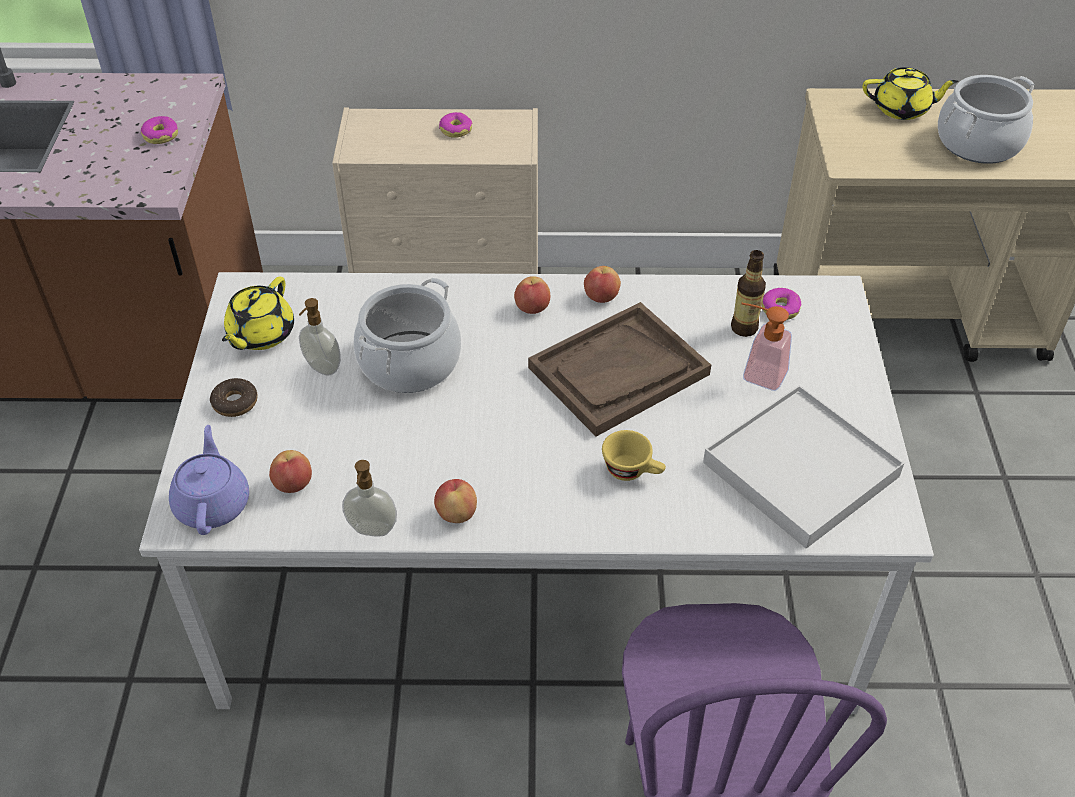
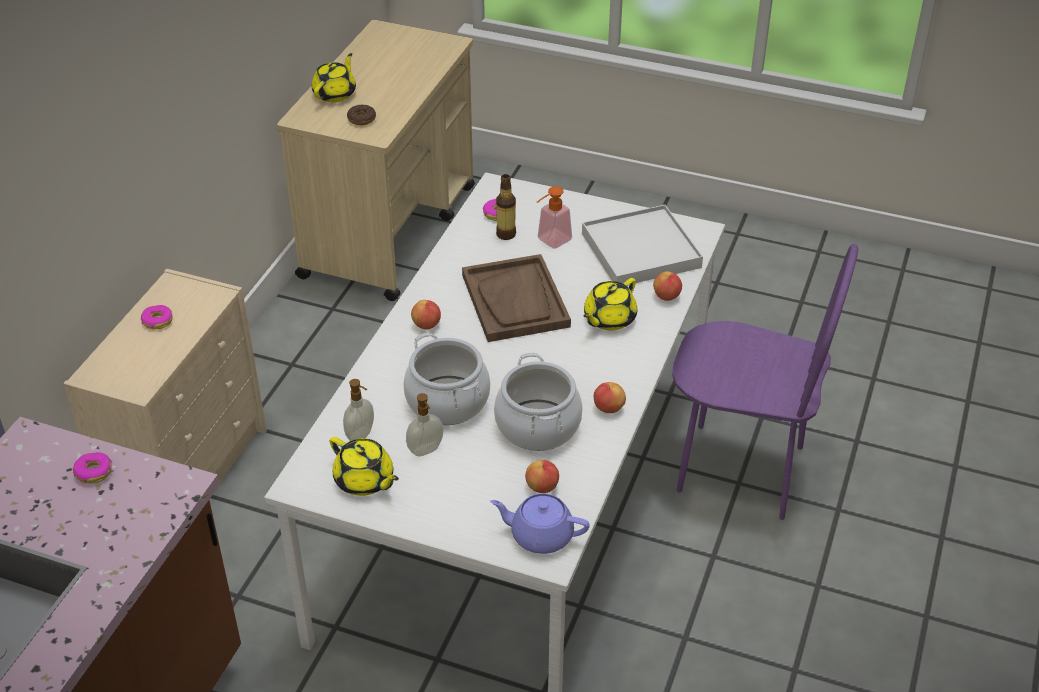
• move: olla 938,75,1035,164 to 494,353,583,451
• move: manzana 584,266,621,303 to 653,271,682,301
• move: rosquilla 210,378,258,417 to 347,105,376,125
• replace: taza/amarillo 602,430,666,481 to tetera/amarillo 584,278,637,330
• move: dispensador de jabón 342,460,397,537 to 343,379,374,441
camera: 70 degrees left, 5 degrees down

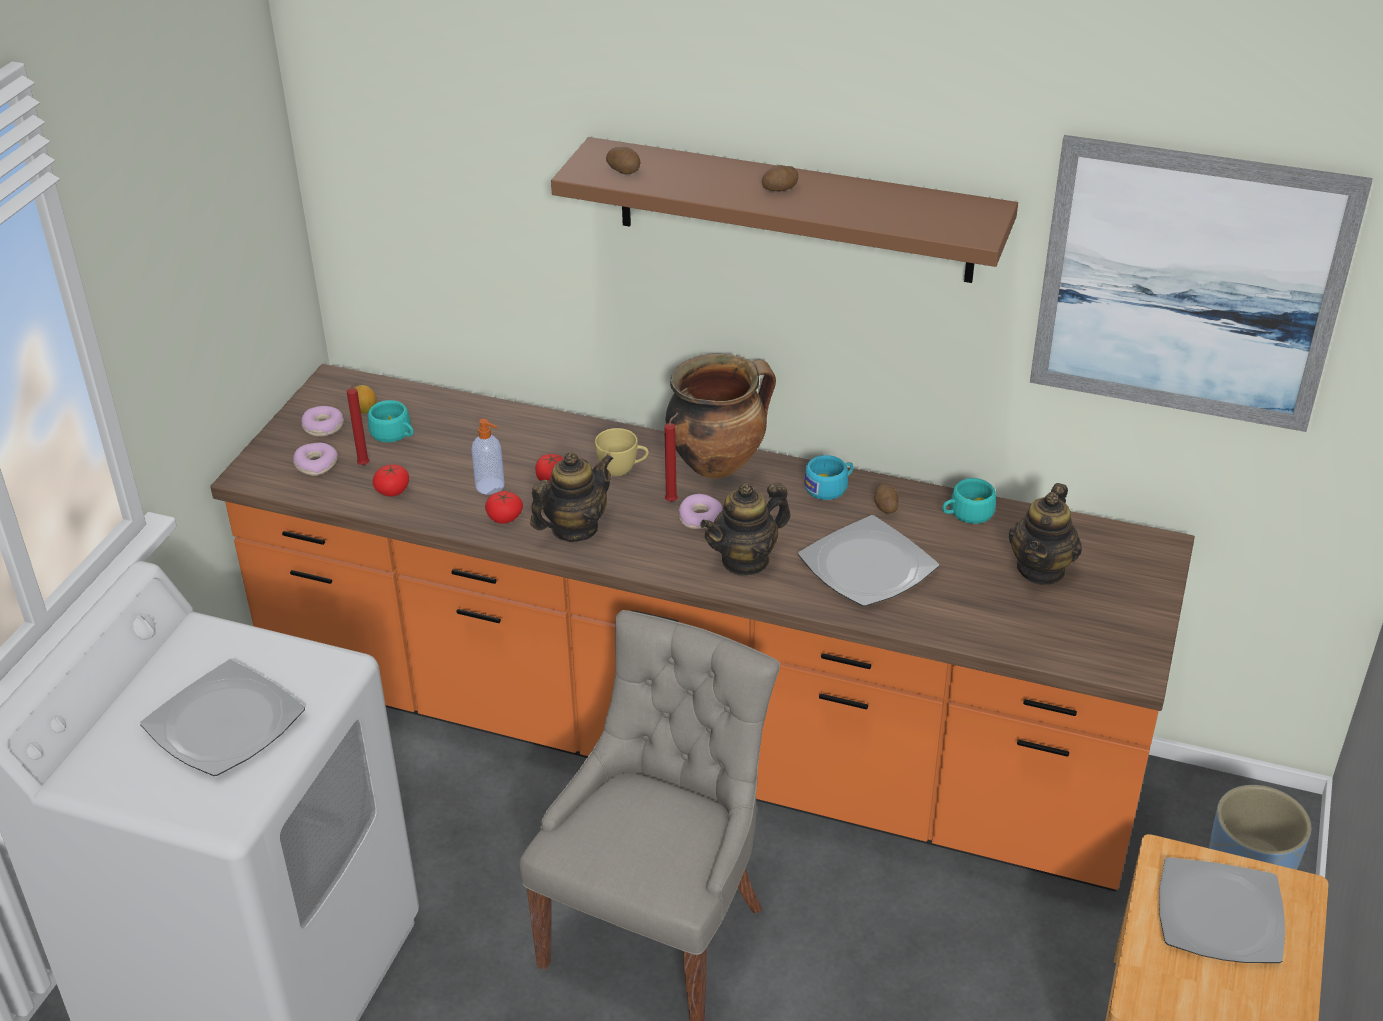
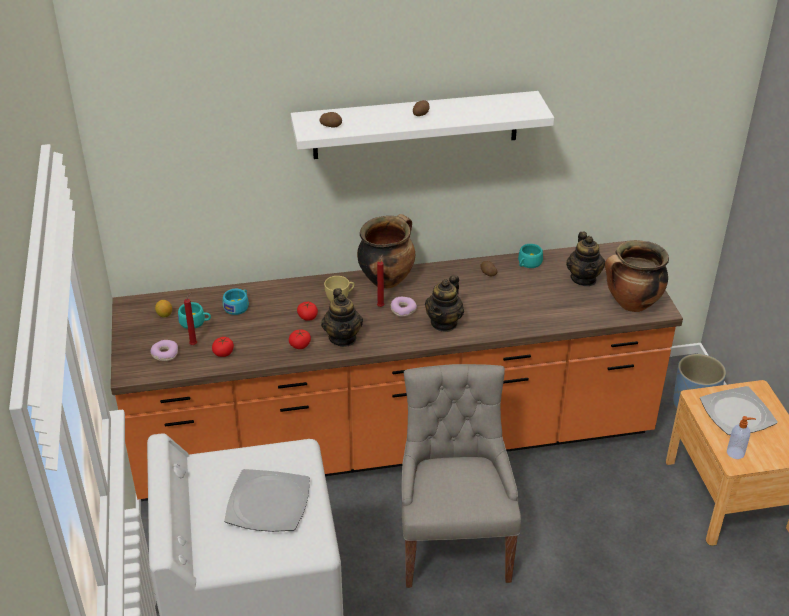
• delete: cuadro 1030,135,1373,432
• recolor: estante/marrón 551,137,1018,283 to estante/blanco 291,91,554,159
• delete: rosquilla 302,406,344,437
• move: dispensador de jabón 471,419,505,495 to 727,416,756,459
• rotate: tetera 530,452,614,541 = 321,288,363,347 150 degrees clockwise
• move: taza/turquesa 804,455,854,500 to 223,289,249,315
• delete: plato 798,515,939,607
• insert: olla 605,240,669,312
camera: 30 degrees left, 0 degrees up

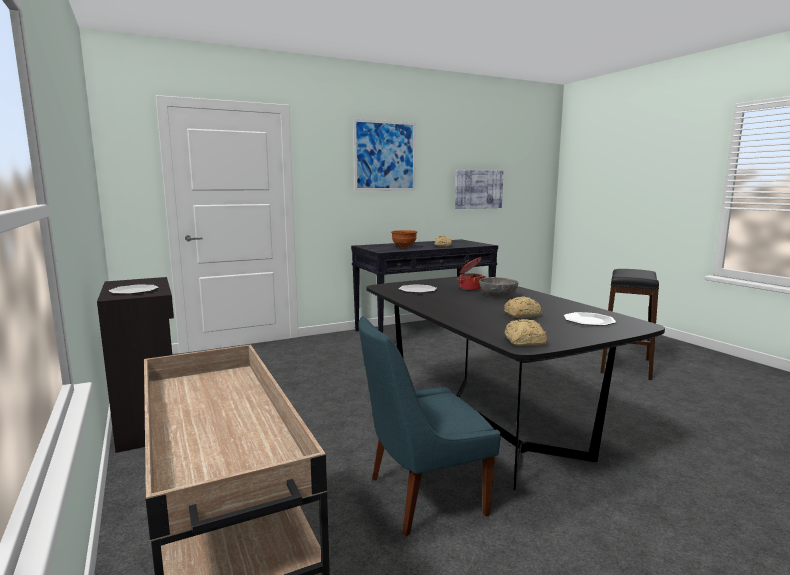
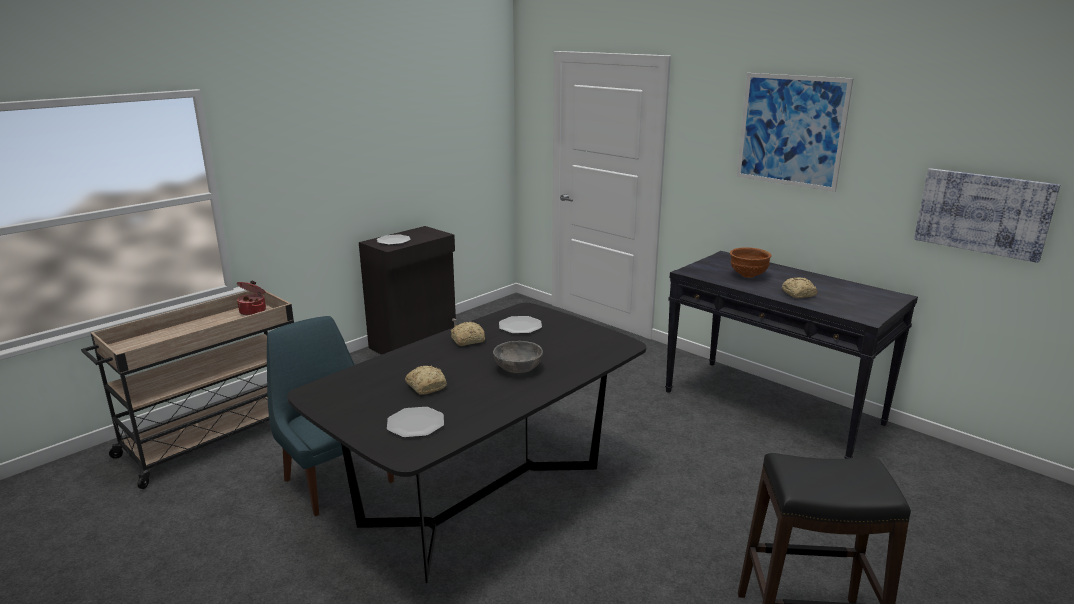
• move: olla 456,258,486,290 to 237,281,266,316
• move: pan 505,319,548,346 to 451,322,485,346
camera: 70 degrees right, 10 degrees up

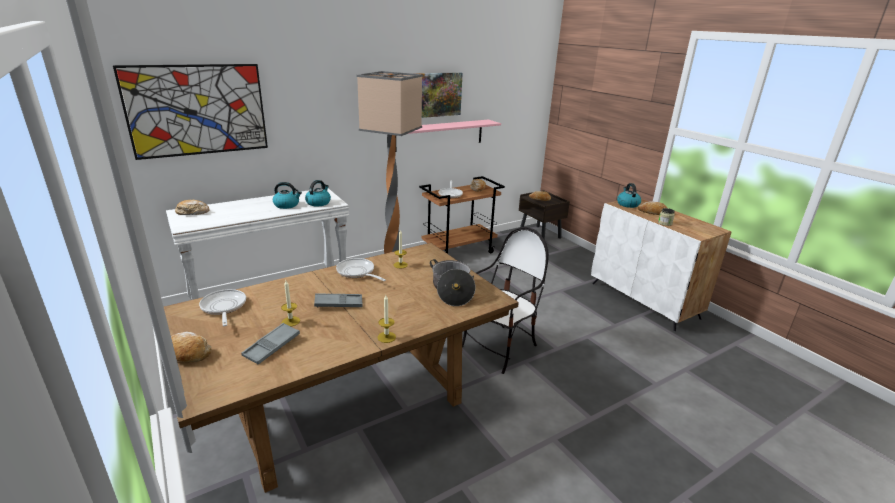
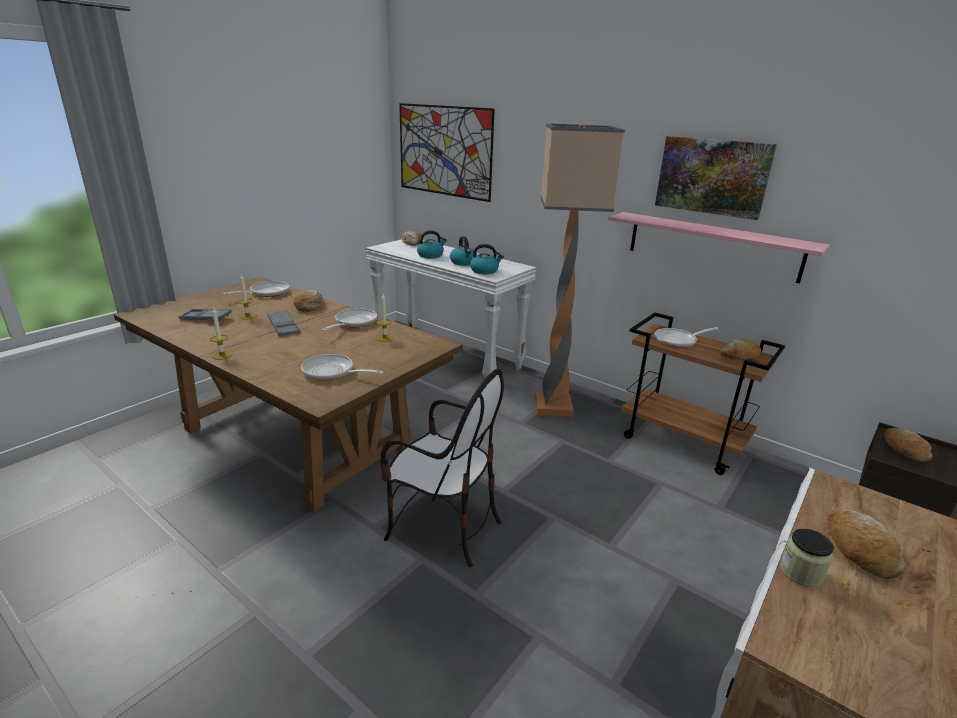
• move: hervidor 617,183,641,208 to 417,230,447,259
• replace: olla 430,259,476,306 to sartén 301,354,384,381
• move: pan 171,331,211,362 to 293,290,324,312
camera: 70 degrees right, 0 degrees up

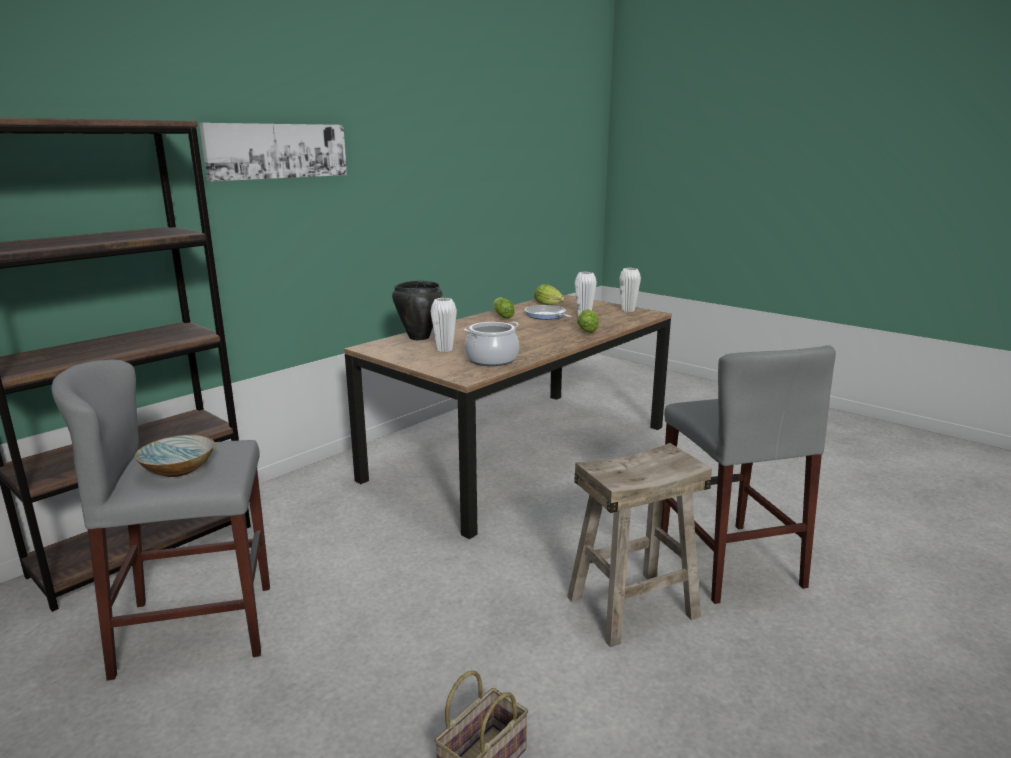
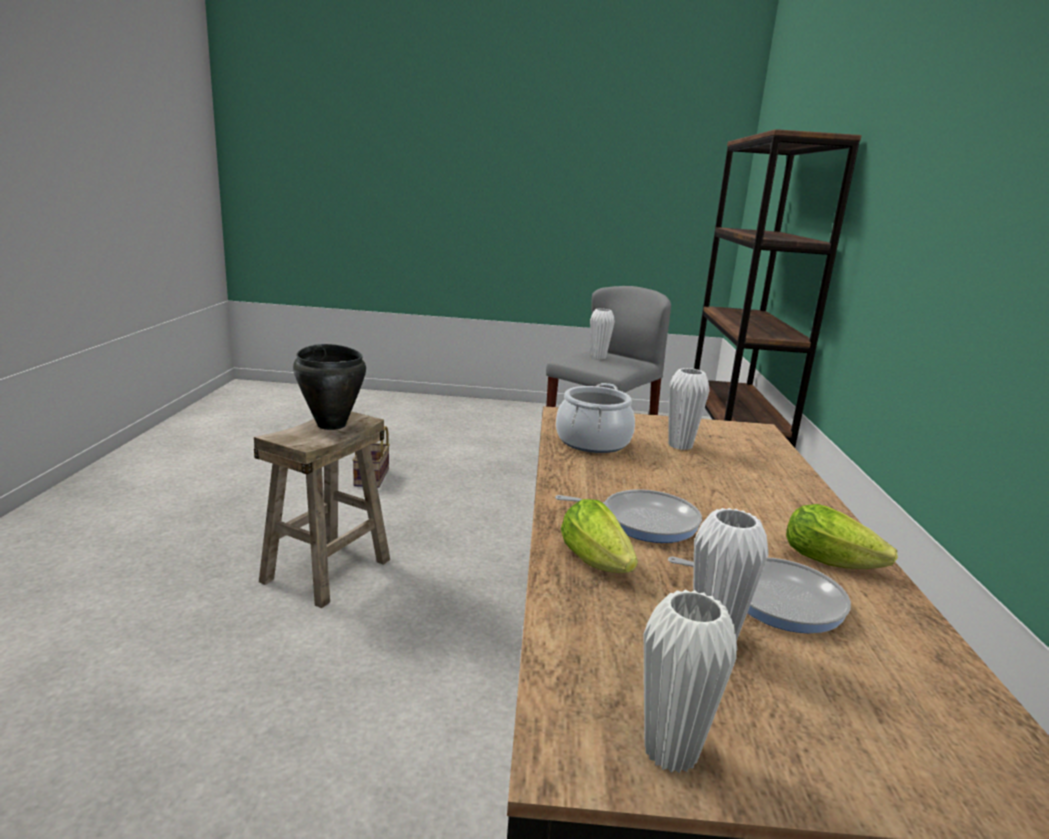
• delete: cuadro 199,123,347,182
• move: olla/negro 392,280,443,340 to 293,344,366,430
• delete: lechuga 534,284,564,305
• delete: taburete/gris 661,345,836,604
• replace: cuenco 135,435,215,477 to florero/blanco 590,308,615,359
• insert: sartén 555,489,702,543
camera: 140 degrees right, 0 degrees up

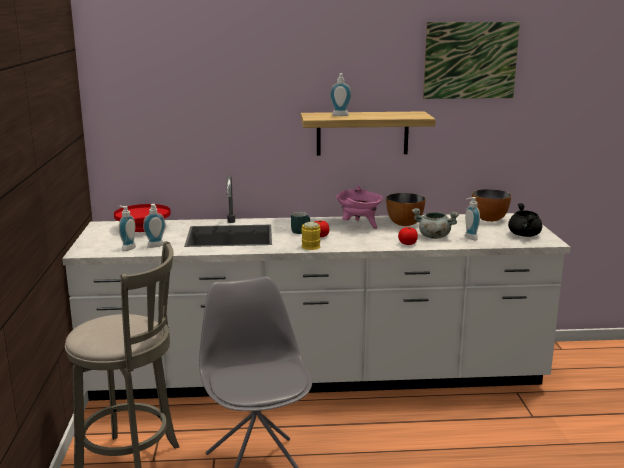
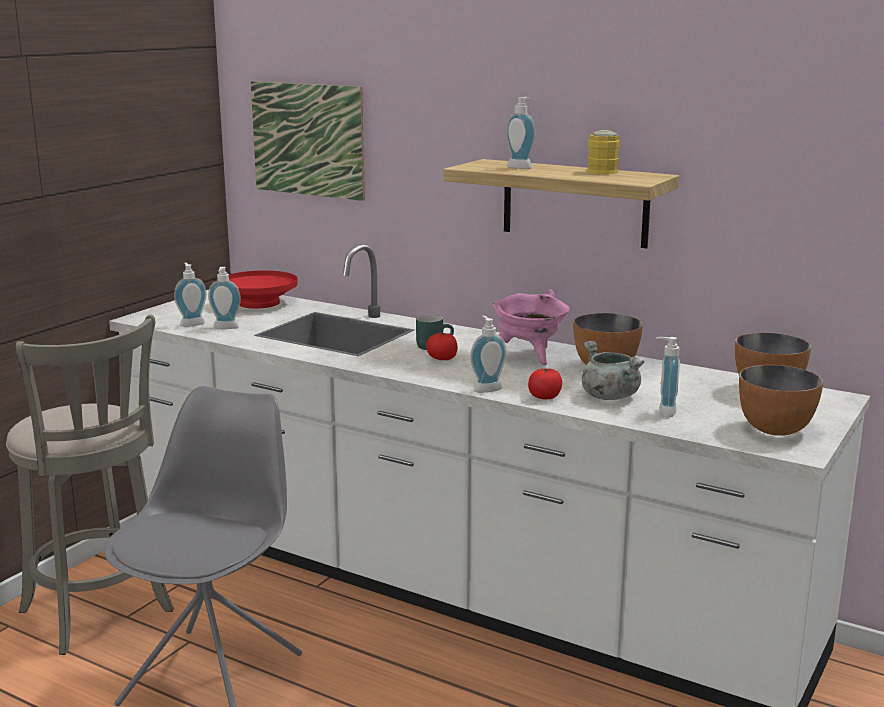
• move: cuadro 423,22,520,99 to 251,81,365,201
• replace: olla/negro 508,203,542,237 to cuenco 739,365,823,436
• move: taza grande/amarillo 301,222,321,250 to 587,130,620,174
• insert: dispensador de jabón 470,316,507,393
camera: 35 degrees right, 0 degrees up

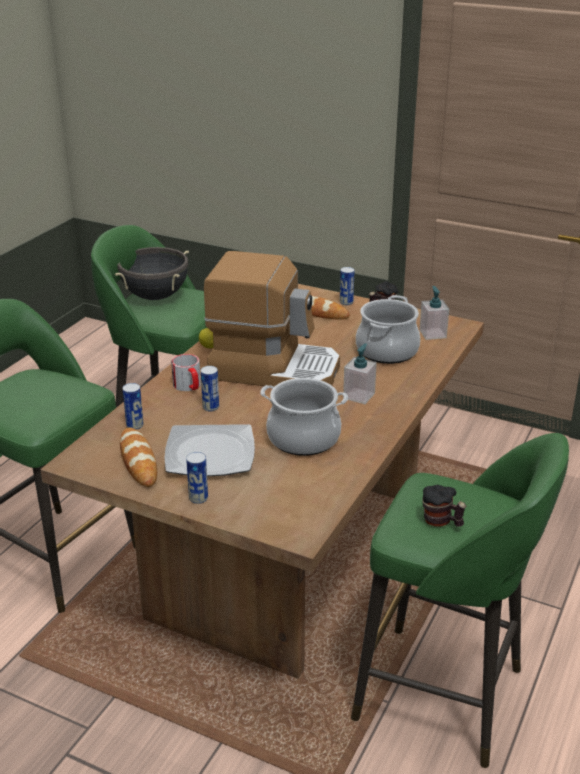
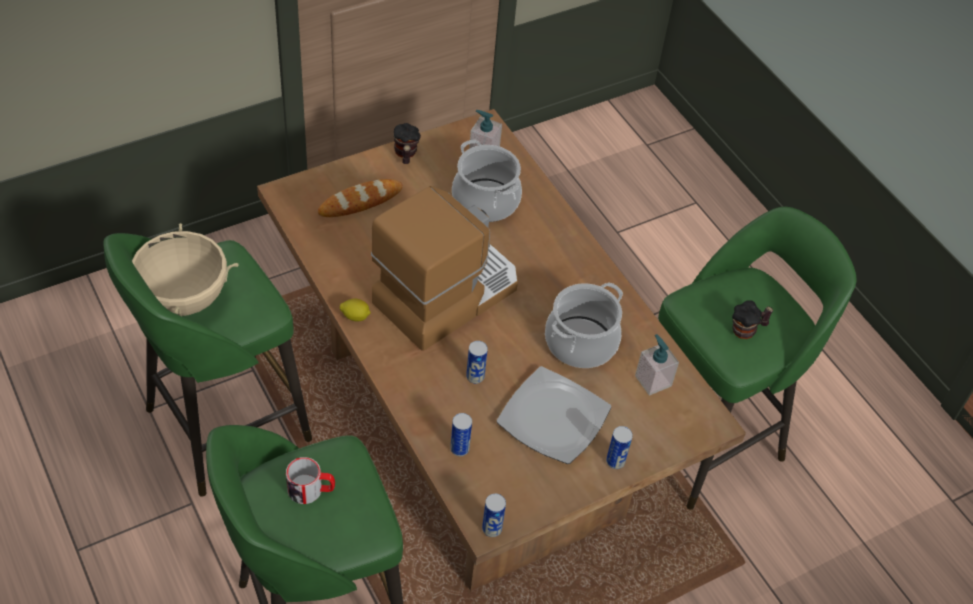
• recolor: olla/negro 115,247,189,300 to olla/beis 132,223,238,316
• move: lata 340,267,354,305 to 482,494,506,537
• move: dispensador de jabón 343,343,377,404 to 635,334,679,396
• move: taza grande 171,354,201,391 to 286,457,335,504
• delete: pan 120,428,157,487
camera: 60 degrees left, 20 degrees up

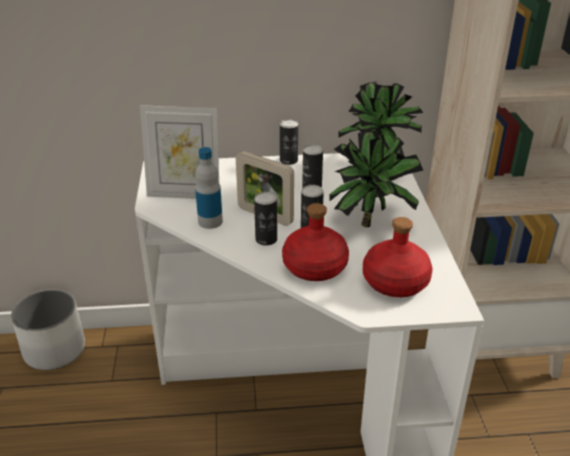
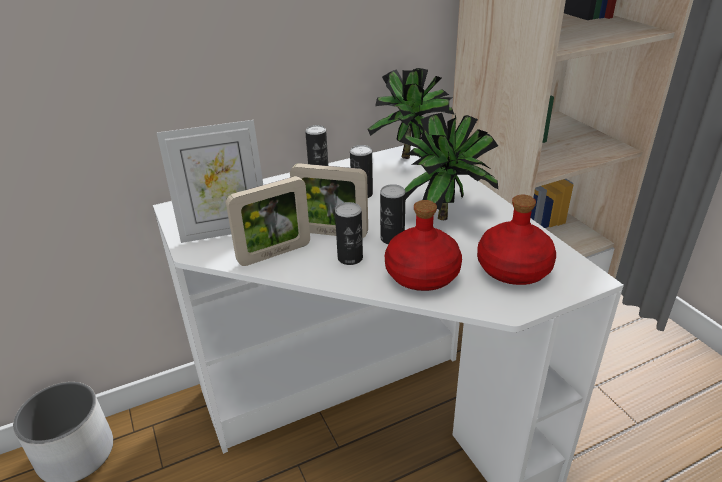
• replace: botella 195,147,223,229 to portarretratos 226,176,310,266
camera: 20 degrees left, 0 degrees up

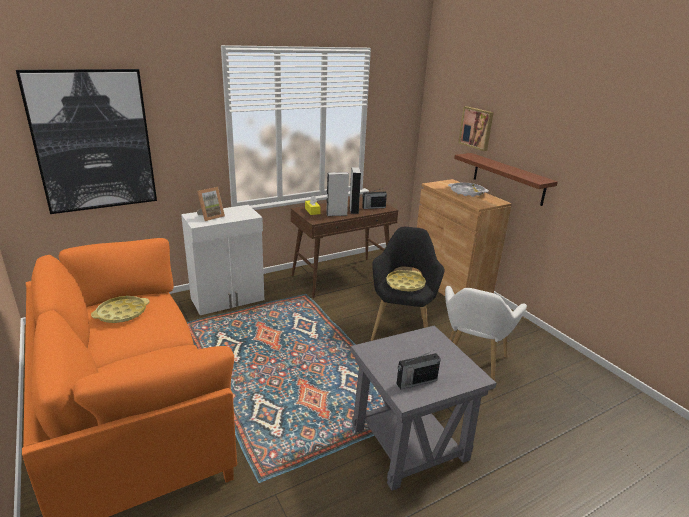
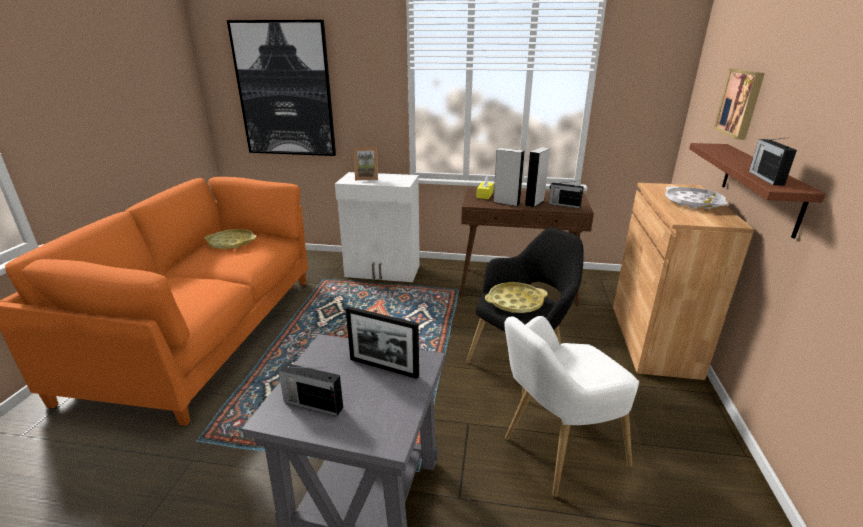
• insert: radio 749,138,797,186
• insert: portarretratos 346,306,419,379
camera: 40 degrees right, 0 degrees up

